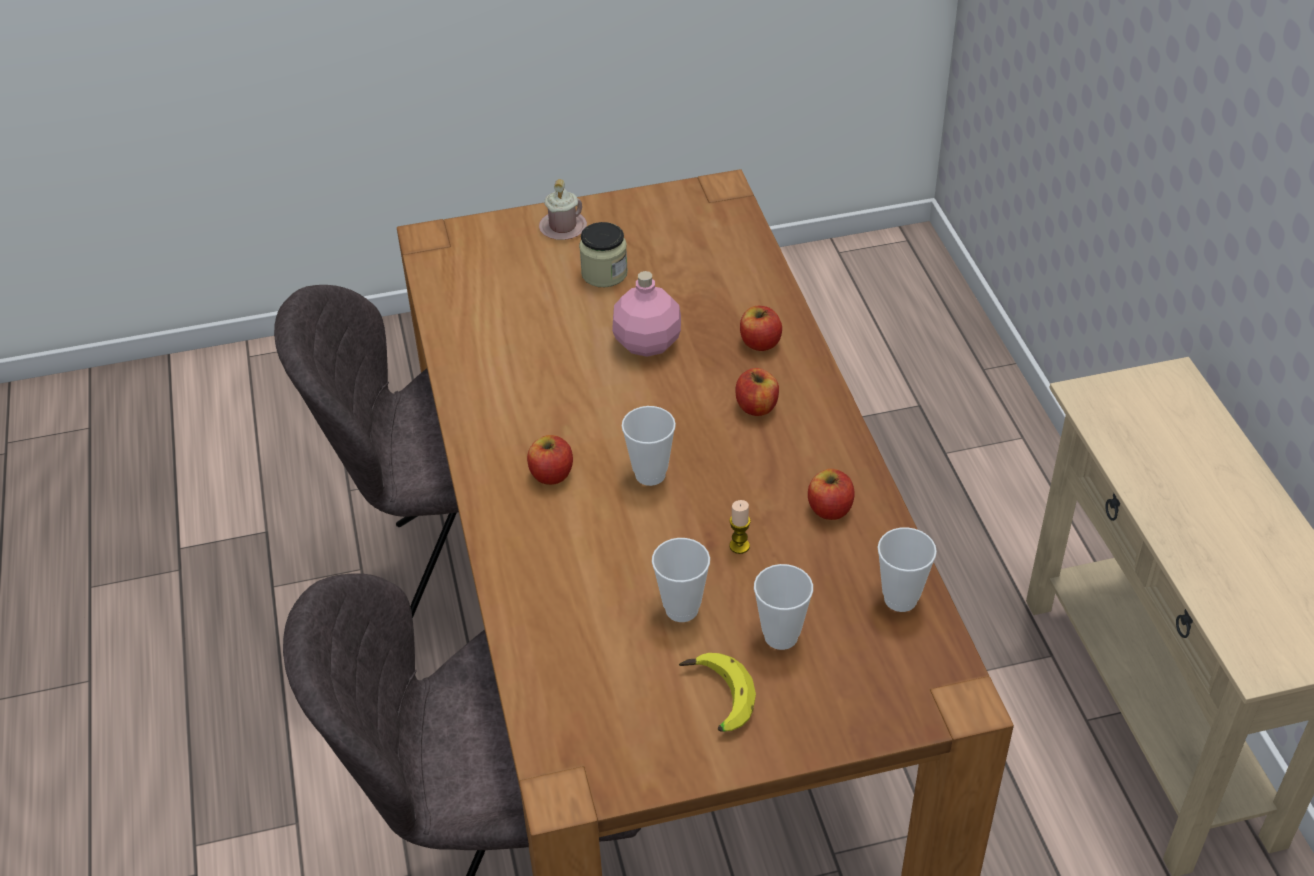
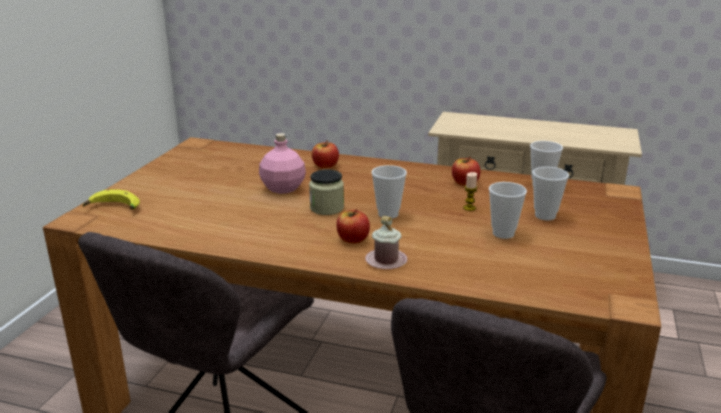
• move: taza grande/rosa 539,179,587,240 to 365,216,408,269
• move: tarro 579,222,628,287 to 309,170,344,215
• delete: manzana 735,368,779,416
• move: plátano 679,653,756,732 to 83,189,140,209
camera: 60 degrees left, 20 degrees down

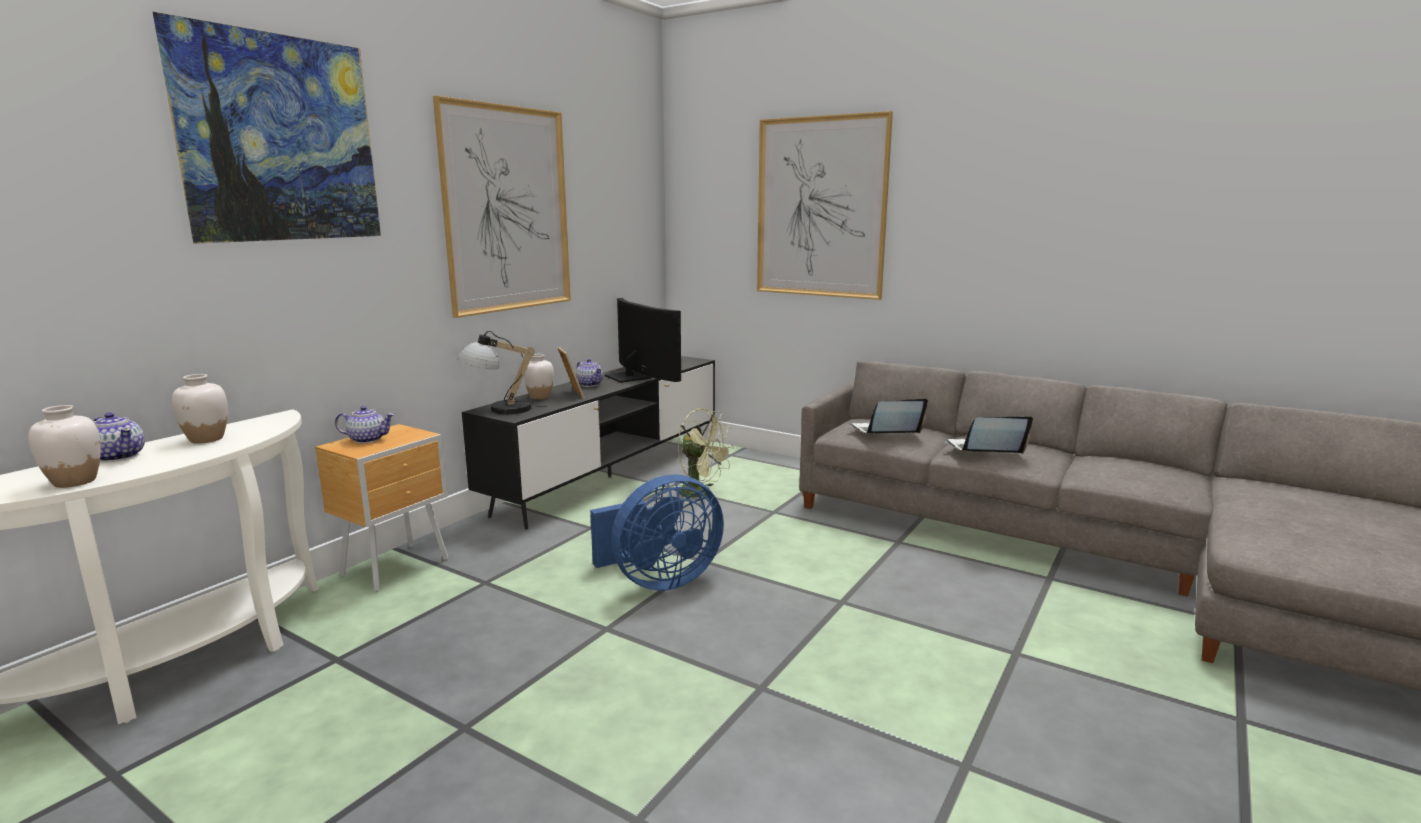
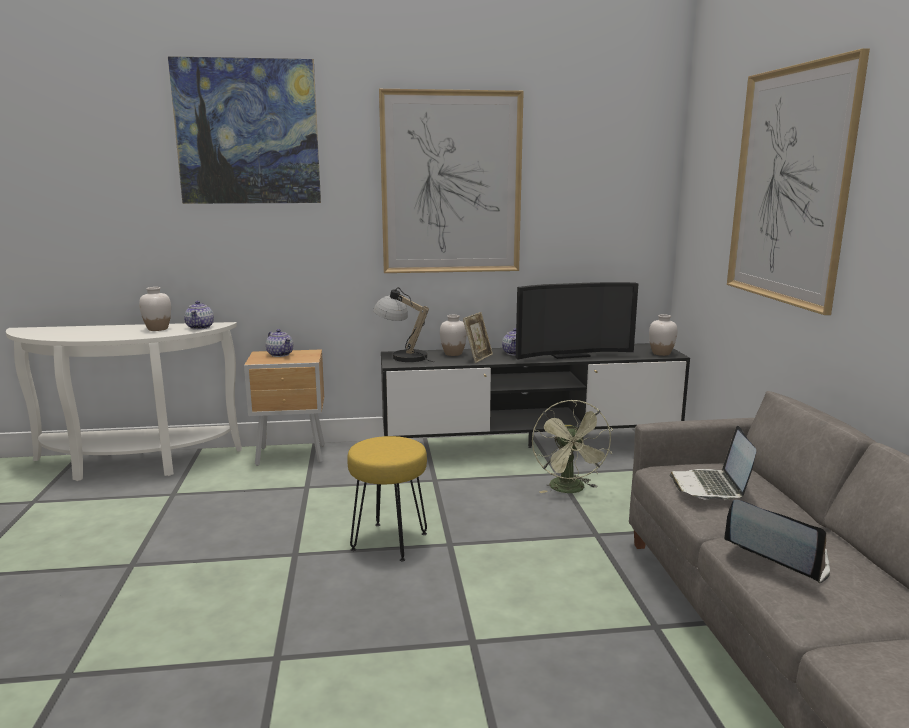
• rotate: televisor 605,298,681,383 = 516,282,638,359 60 degrees clockwise
• rotate: portátil 849,399,928,434 = 670,426,756,500 120 degrees counterclockwise
• move: florero/blanco 28,405,101,488 to 649,314,678,356
• move: tetera 94,412,145,462 to 184,301,214,330
• replace: ventilador/azul 590,474,724,591 to taburete/amarillo 347,436,427,561
camera: 50 degrees right, 0 degrees up

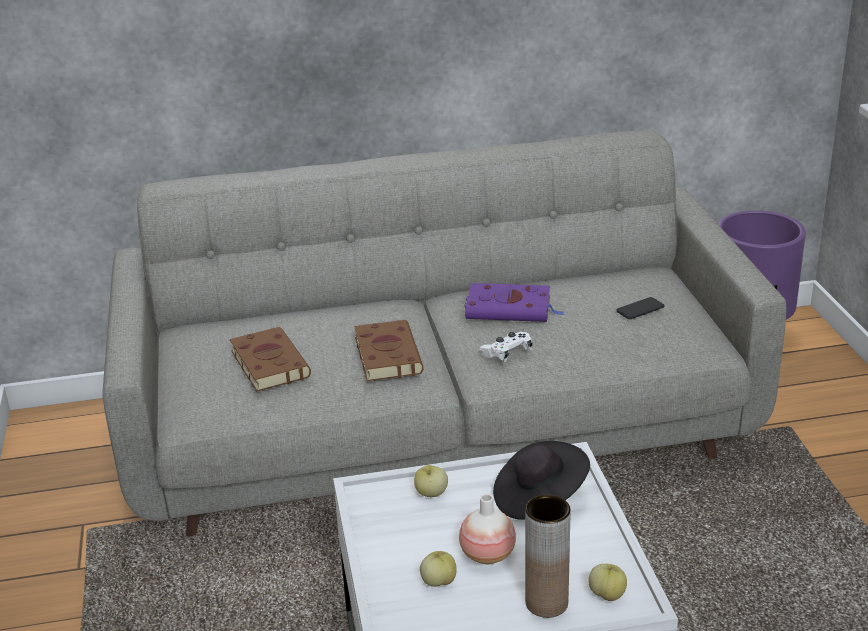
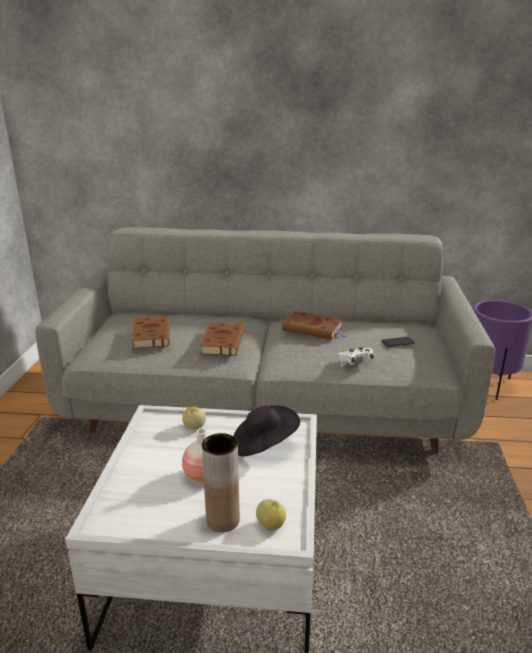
• recolor: libro/morado 465,283,564,322 to libro/marrón 282,311,347,340
• move: mando de consola/blanco 480,332,533,362 to 338,347,373,365
• delete: manzana 420,551,457,587
camera: 15 degrees right, 5 degrees down

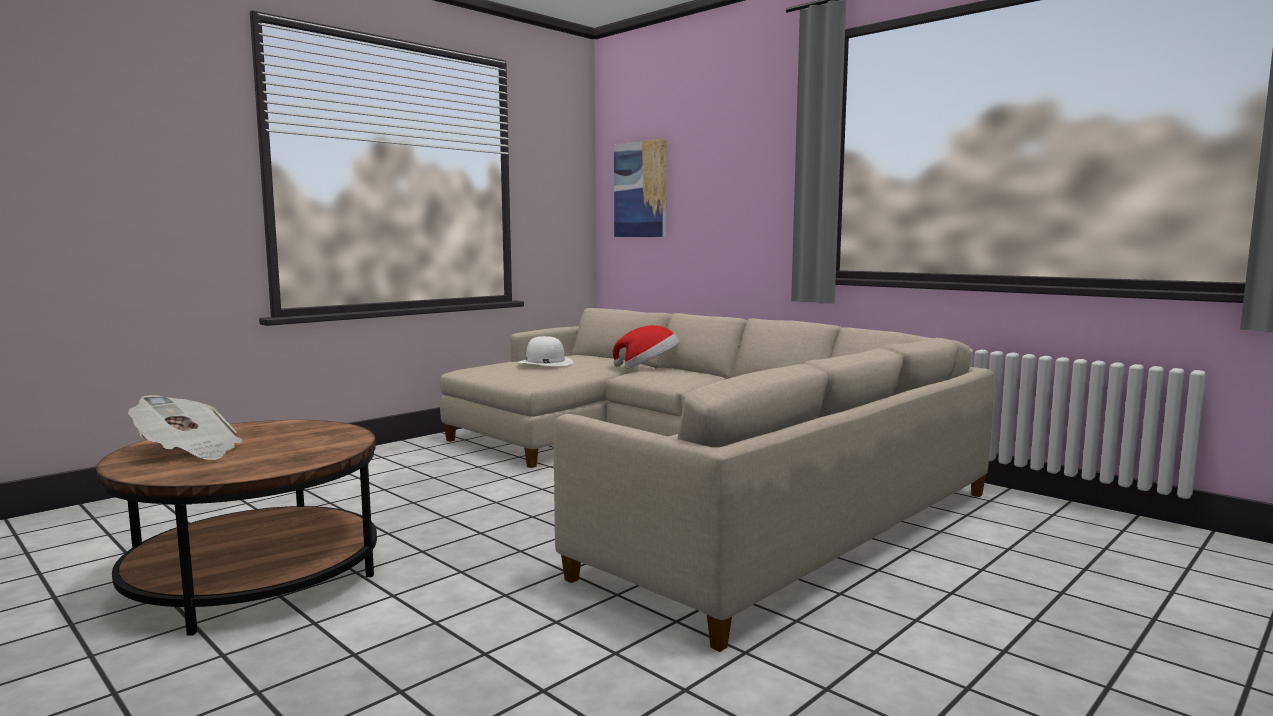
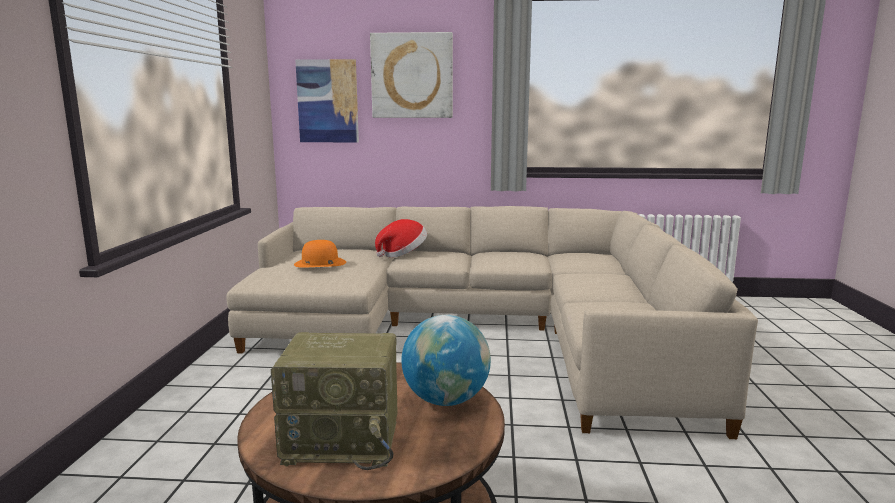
• recolor: sombrero/blanco 517,336,573,366 to sombrero/naranja 294,240,346,268
• replace: periódico 128,395,242,460 to radio 271,332,398,470
• insert: cuadro 370,32,453,118
• insert: globo terráqueo 401,315,491,406
camera: 40 degrees left, 5 degrees up

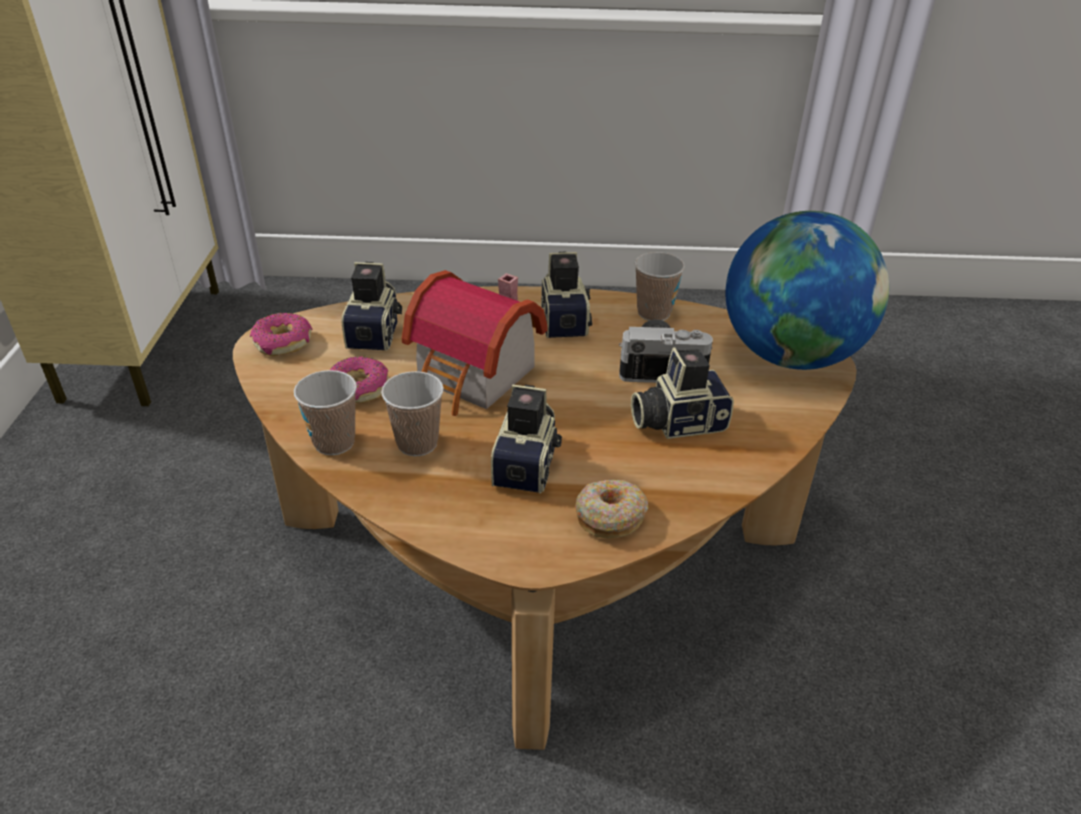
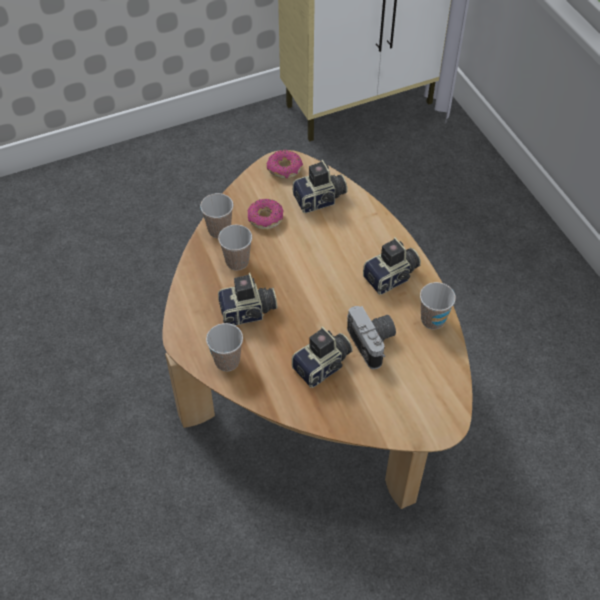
• delete: globo terráqueo 725,211,889,370
• delete: casita 402,270,548,416
• rotate: cámara 631,348,734,439 = 292,326,353,388 90 degrees clockwise
• replace: rosquilla 575,480,648,538 to taza 206,323,243,371
camera: 65 degrees right, 15 degrees up

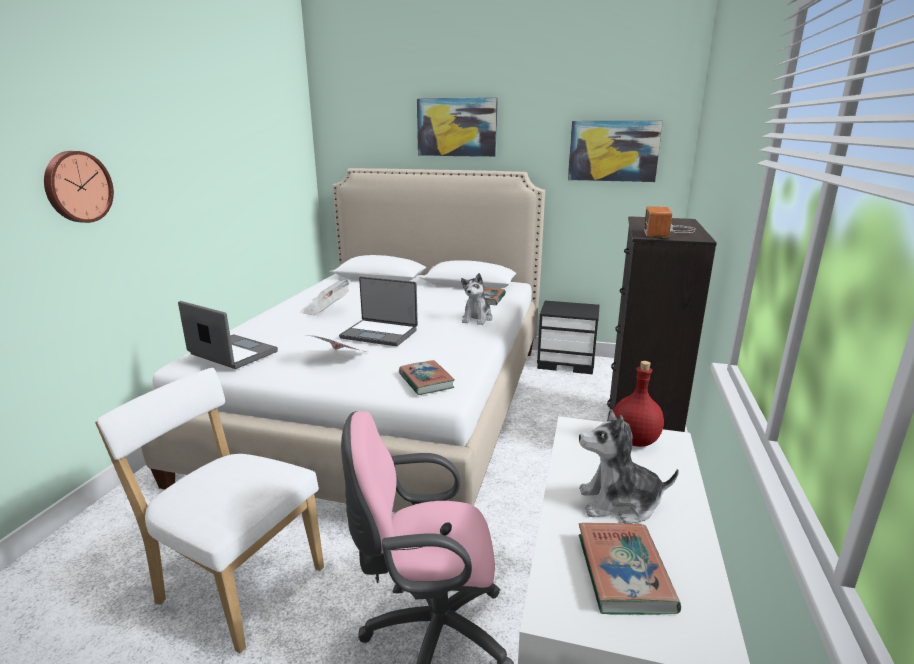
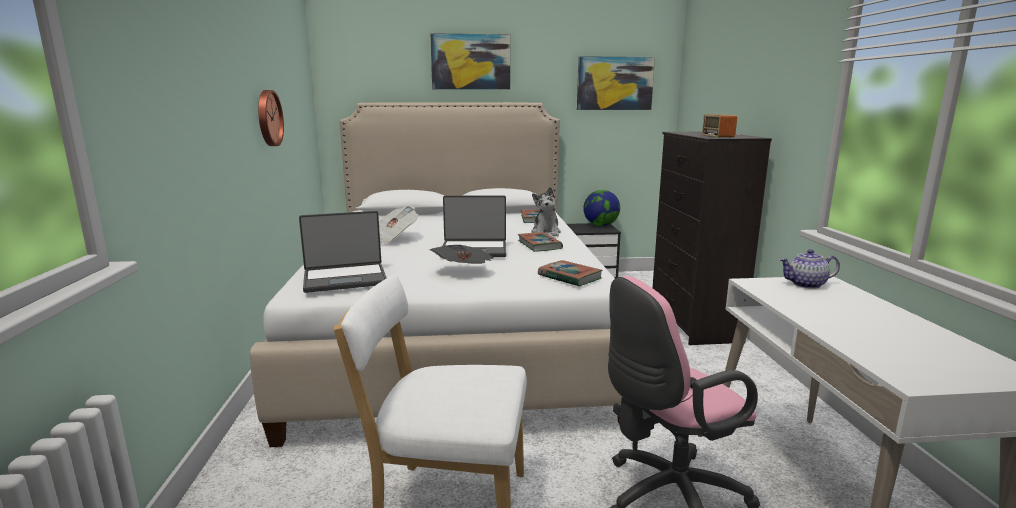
• move: reloj de pared 44,151,114,223 to 258,90,284,146
• rotate: portátil 178,301,278,369 = 299,211,387,293 150 degrees clockwise
• replace: botella/rojo 613,361,664,447 to tetera 779,249,840,289
• delete: peluche 579,409,679,524
• move: libro 579,523,681,615 to 518,232,563,252
• insert: globo terráqueo 583,190,620,226
camera: 20 degrees left, 5 degrees down

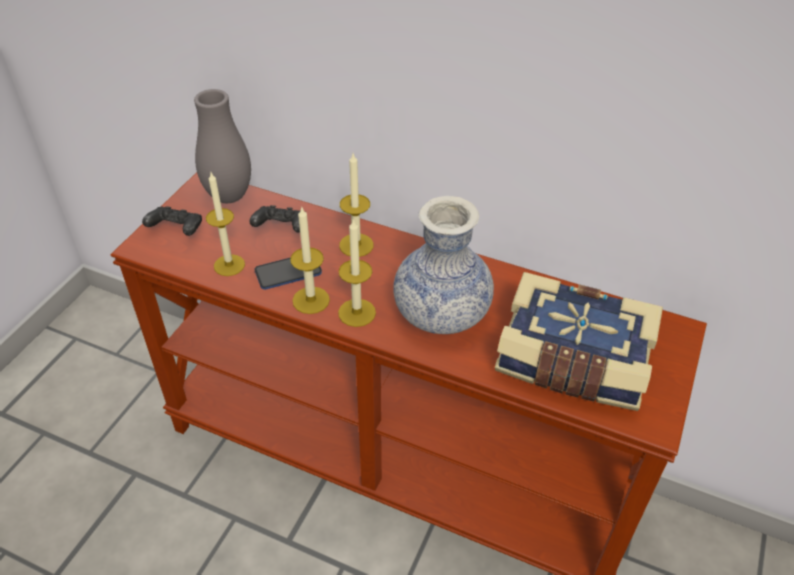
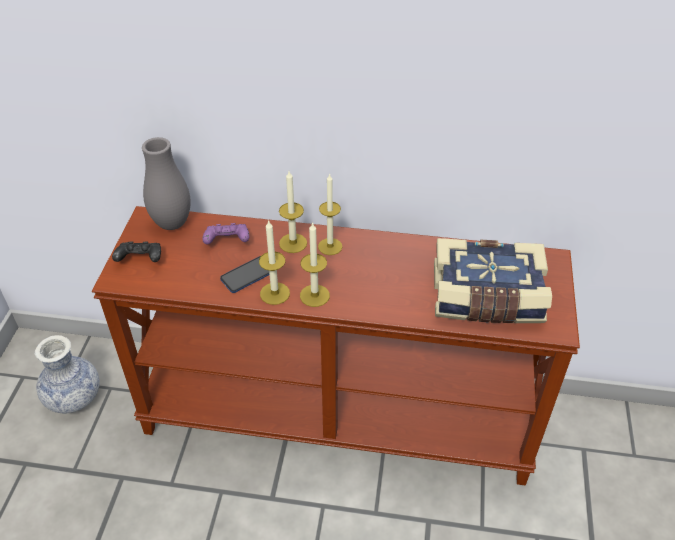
• move: vela 206,173,245,276 to 318,174,343,255
• move: florero 393,196,494,334 to 35,335,100,413
• recolor: mando de consola/negro 249,205,301,233 to mando de consola/morado 202,223,249,245
camera: 15 degrees left, 0 degrees up

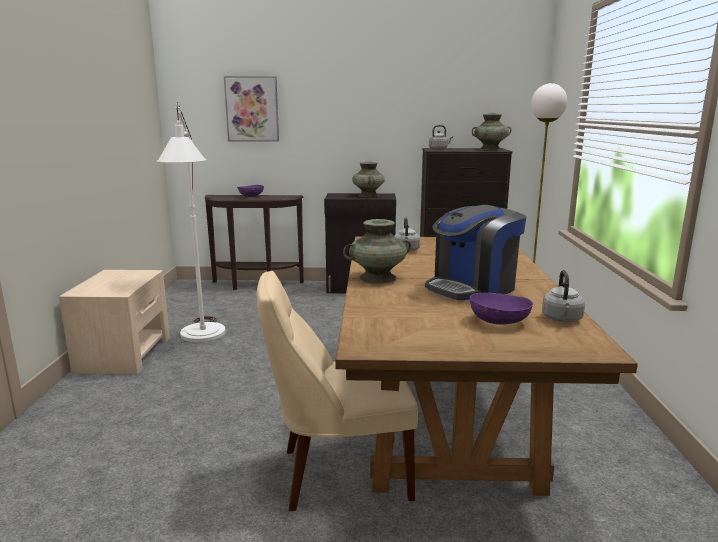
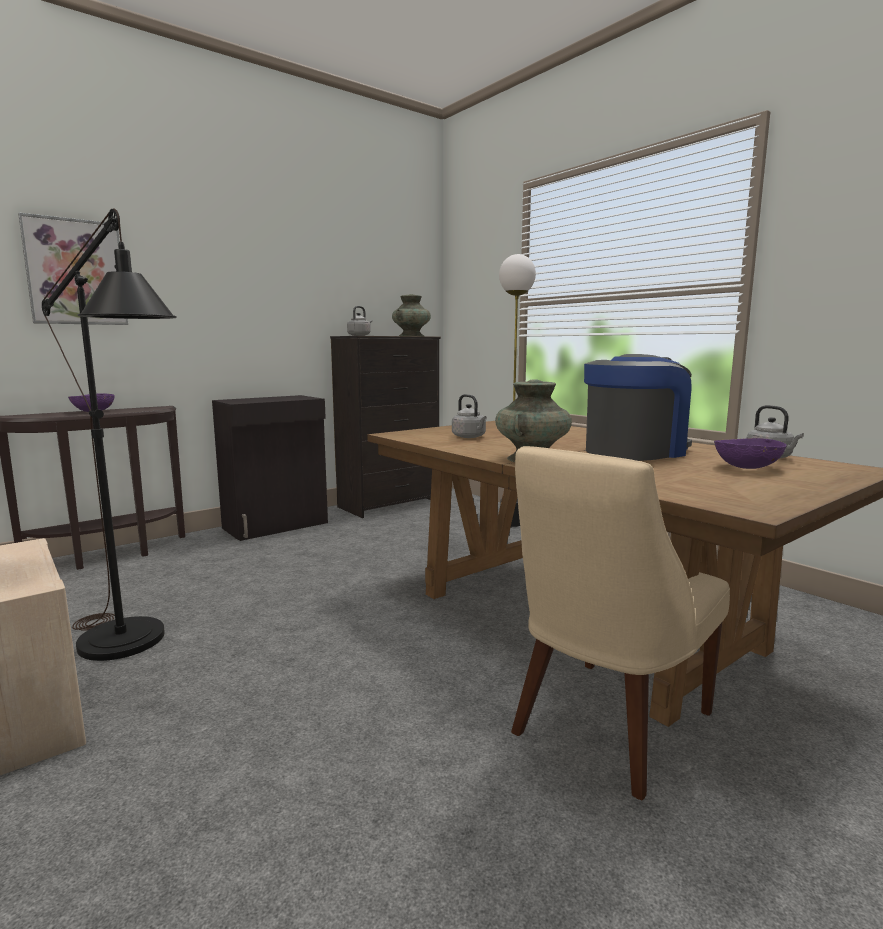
• recolor: lámpara de pie/blanco 157,102,226,342 to lámpara de pie/negro 42,208,177,661
• delete: florero/turquesa 352,161,385,197
• rotate: cafetera 425,205,526,300 = 584,354,692,461 135 degrees counterclockwise
camera: 40 degrees left, 5 degrees down

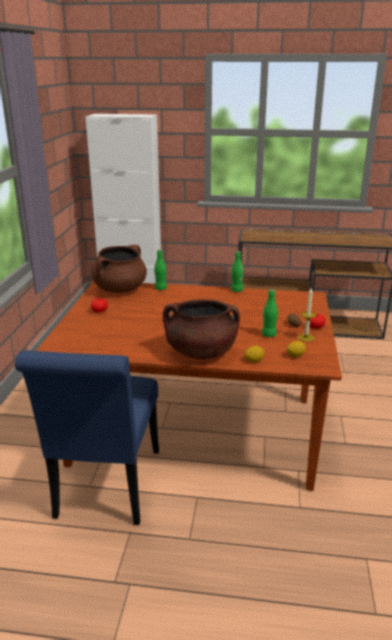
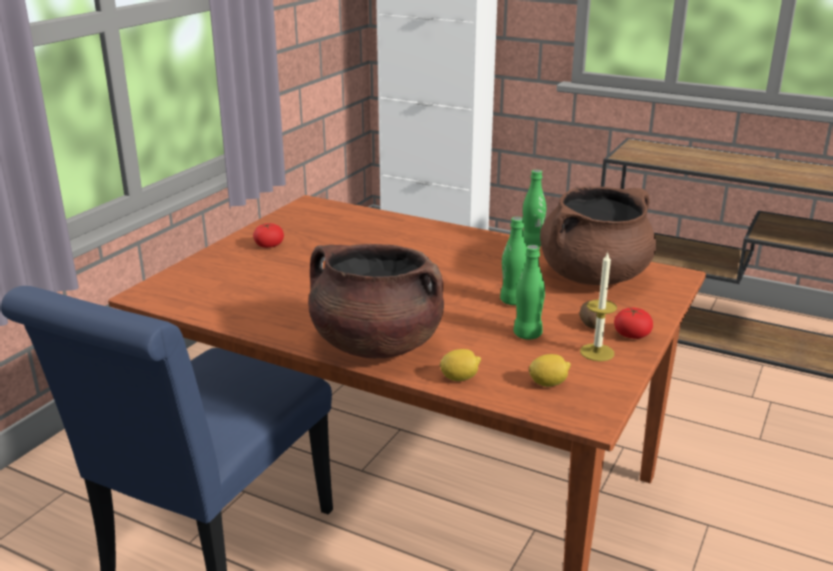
• move: olla/marrón 91,245,147,293 to 540,186,656,285
• move: botella/verde 154,250,167,290 to 500,217,527,305
camera: 20 degrees right, 0 degrees up

